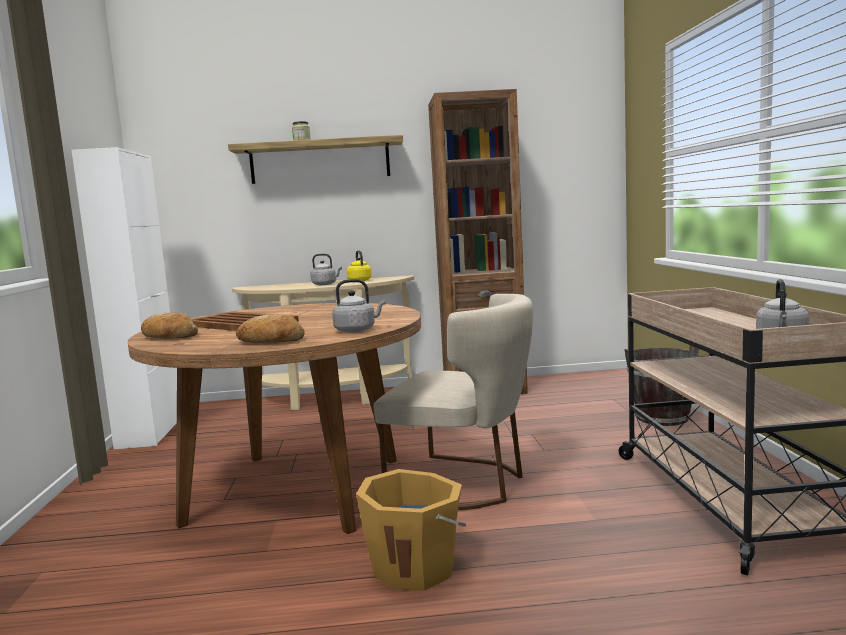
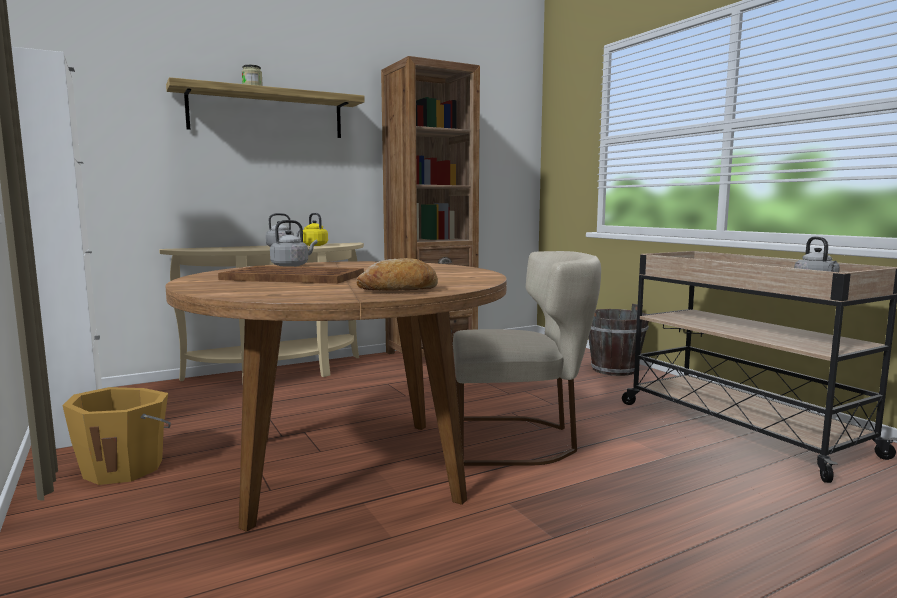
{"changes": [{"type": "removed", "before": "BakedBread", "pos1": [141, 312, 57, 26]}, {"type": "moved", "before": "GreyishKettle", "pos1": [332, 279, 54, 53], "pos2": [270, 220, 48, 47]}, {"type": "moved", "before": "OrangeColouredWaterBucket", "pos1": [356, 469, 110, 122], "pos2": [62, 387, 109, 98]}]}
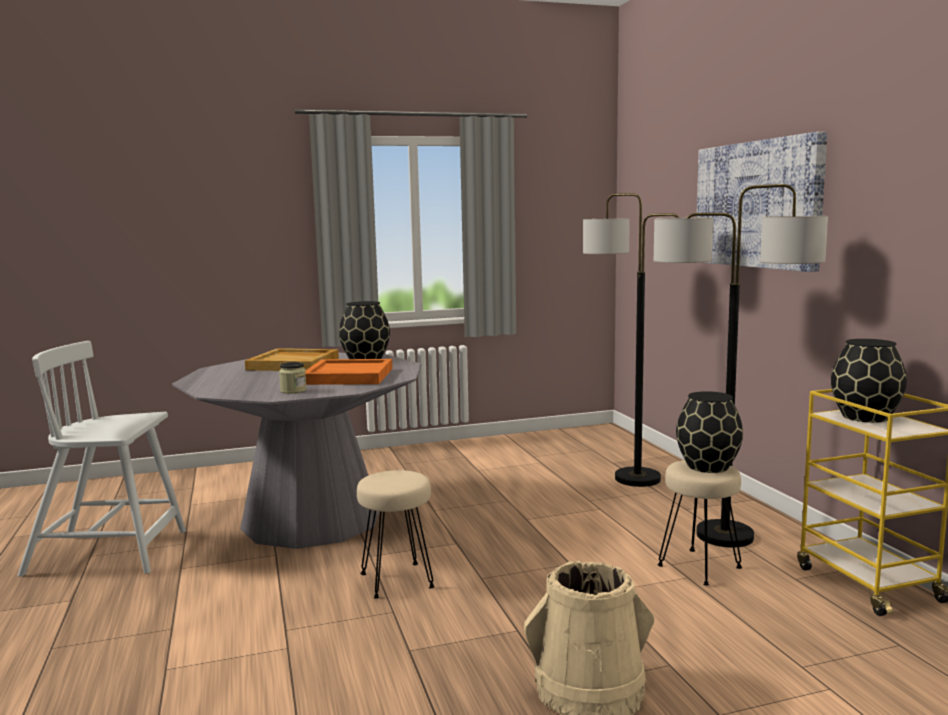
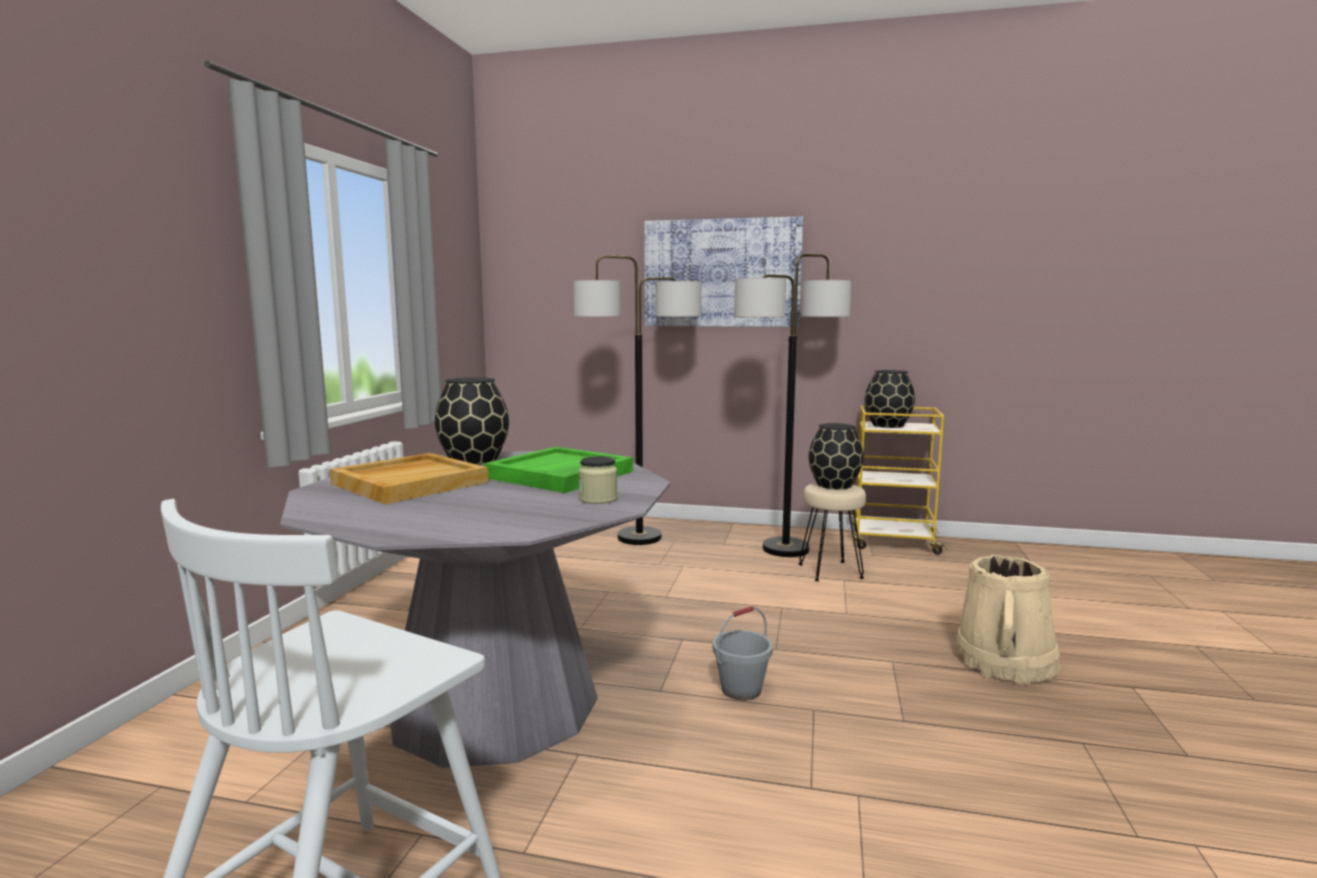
{"changes": [{"type": "recoloured", "before": "OrangeColouredTray", "after": "GreenTray", "pos1": [305, 359, 87, 26], "pos2": [484, 447, 149, 46]}, {"type": "replaced", "before": "BeigeStool", "after": "GreyishWaterBucket", "pos1": [357, 470, 78, 129], "pos2": [712, 606, 61, 95]}]}
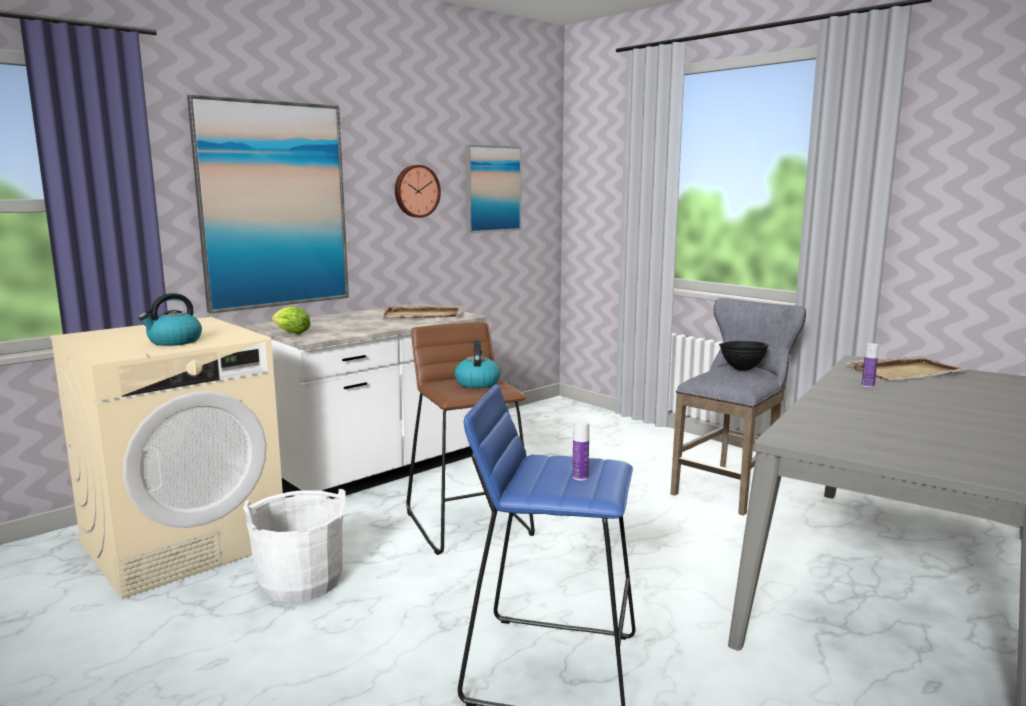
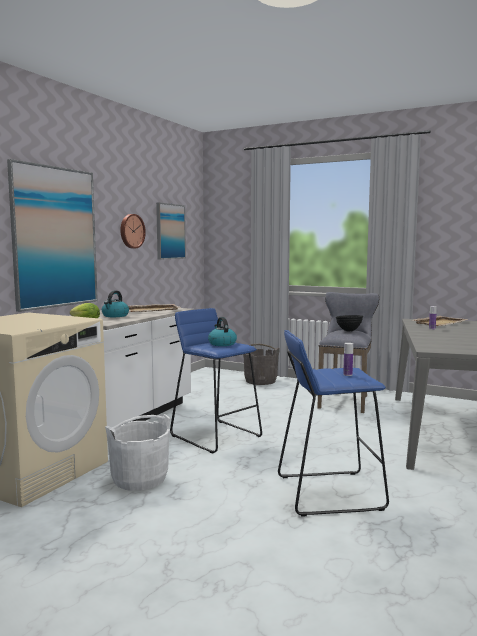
{"changes": [{"type": "moved", "before": "Kettle", "pos1": [138, 293, 64, 53], "pos2": [102, 291, 27, 26]}, {"type": "recoloured", "before": "BrownishStool", "after": "BlueColouredStool", "pos1": [406, 322, 129, 233], "pos2": [170, 308, 92, 146]}, {"type": "added", "after": "GreyishWaterBucket", "pos2": [243, 344, 37, 41]}]}
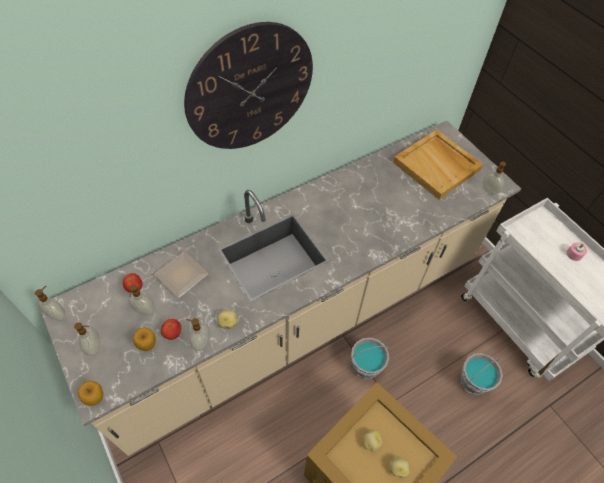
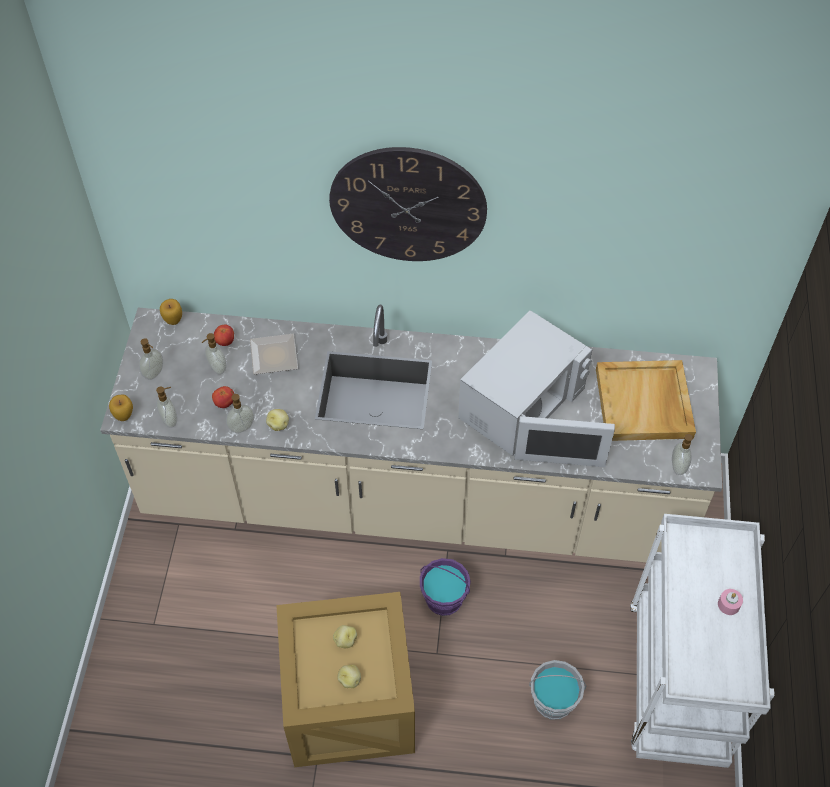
{"changes": [{"type": "moved", "before": "LiquidSoapBottle", "pos1": [35, 286, 31, 35], "pos2": [156, 386, 21, 42]}, {"type": "moved", "before": "Apple", "pos1": [133, 327, 23, 24], "pos2": [160, 299, 22, 26]}, {"type": "recoloured", "before": "GreyishWaterBucket", "after": "PurpleColouredWaterBucket", "pos1": [351, 338, 38, 41], "pos2": [420, 558, 51, 58]}, {"type": "added", "after": "WhiteColouredMicrowaveOven", "pos2": [458, 310, 157, 157]}]}
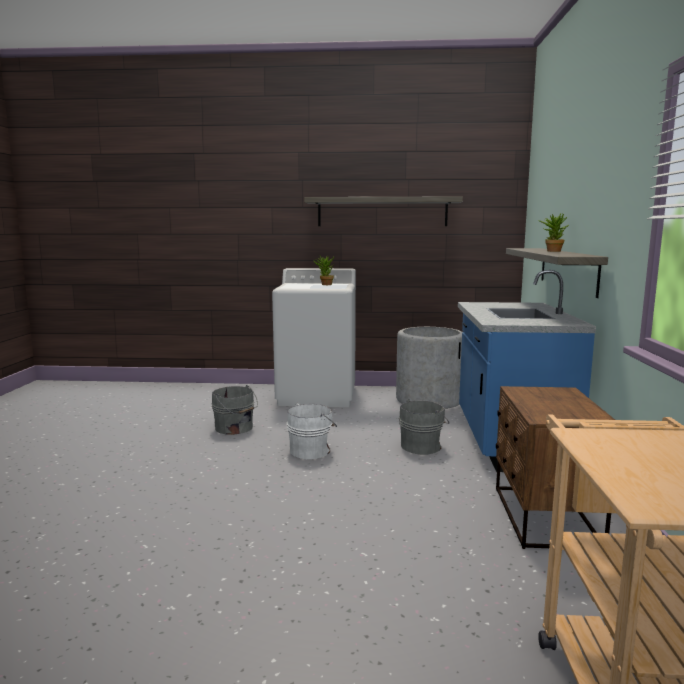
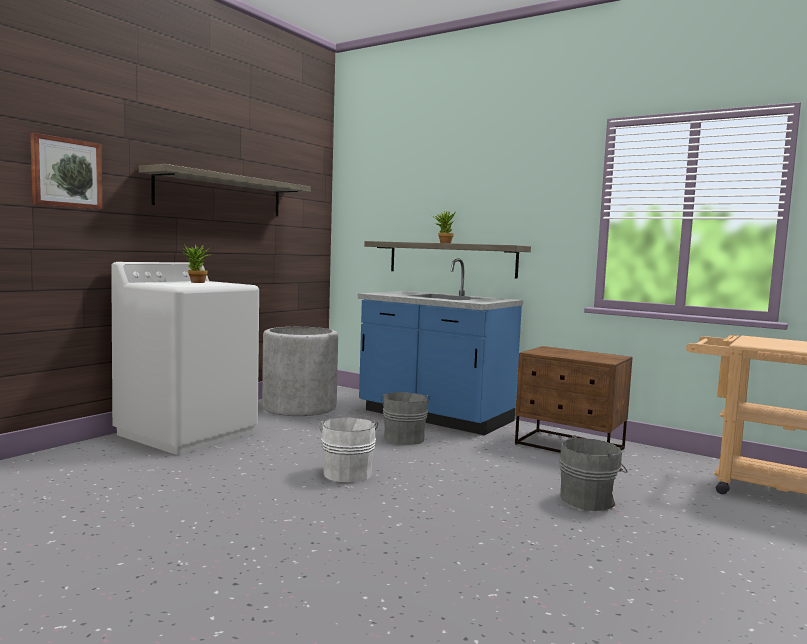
{"changes": [{"type": "moved", "before": "GreyishWaterBucket", "pos1": [212, 385, 46, 50], "pos2": [559, 435, 68, 76]}, {"type": "added", "after": "Picture", "pos2": [30, 133, 72, 76]}]}
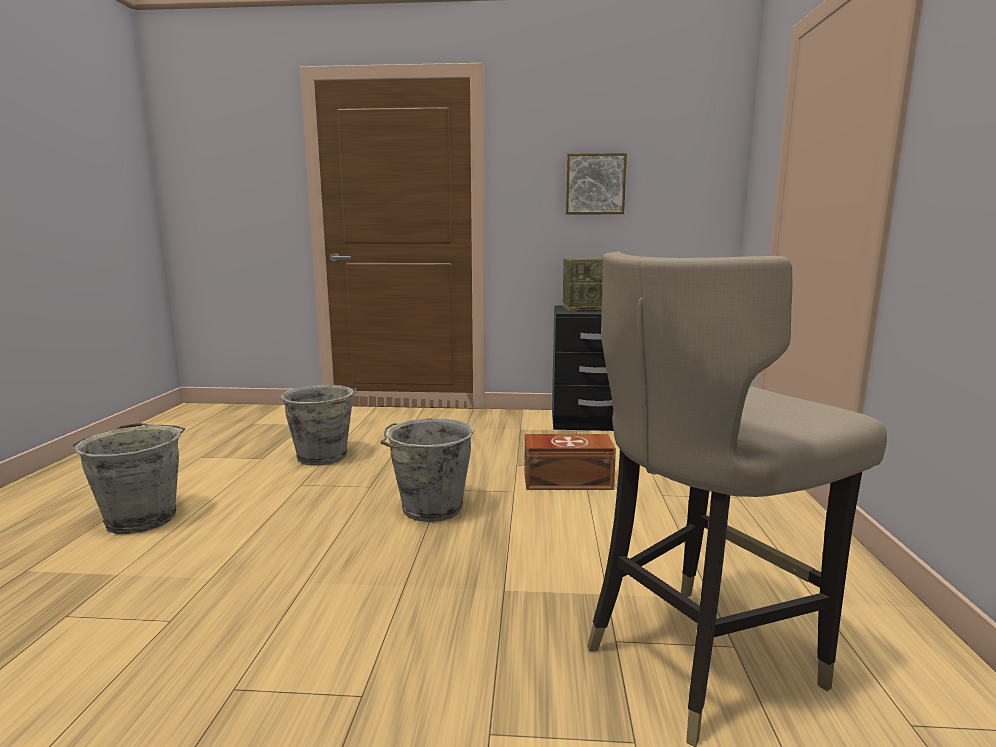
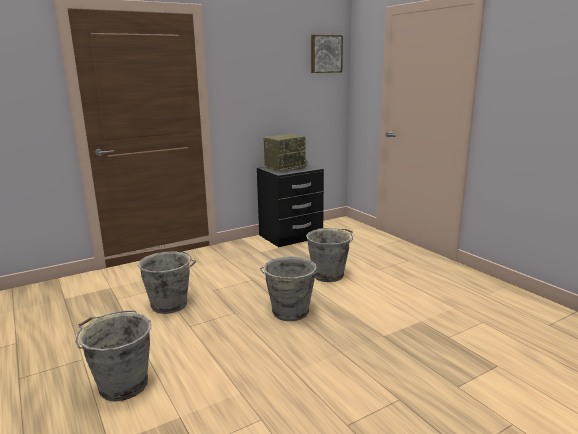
{"changes": [{"type": "replaced", "before": "BrownishStorageBox", "after": "GreyishWaterBucket", "pos1": [524, 434, 92, 56], "pos2": [306, 228, 47, 54]}, {"type": "moved", "before": "Picture", "pos1": [566, 153, 61, 61], "pos2": [311, 35, 32, 38]}, {"type": "removed", "before": "BeigeStool", "pos1": [587, 251, 300, 496]}]}
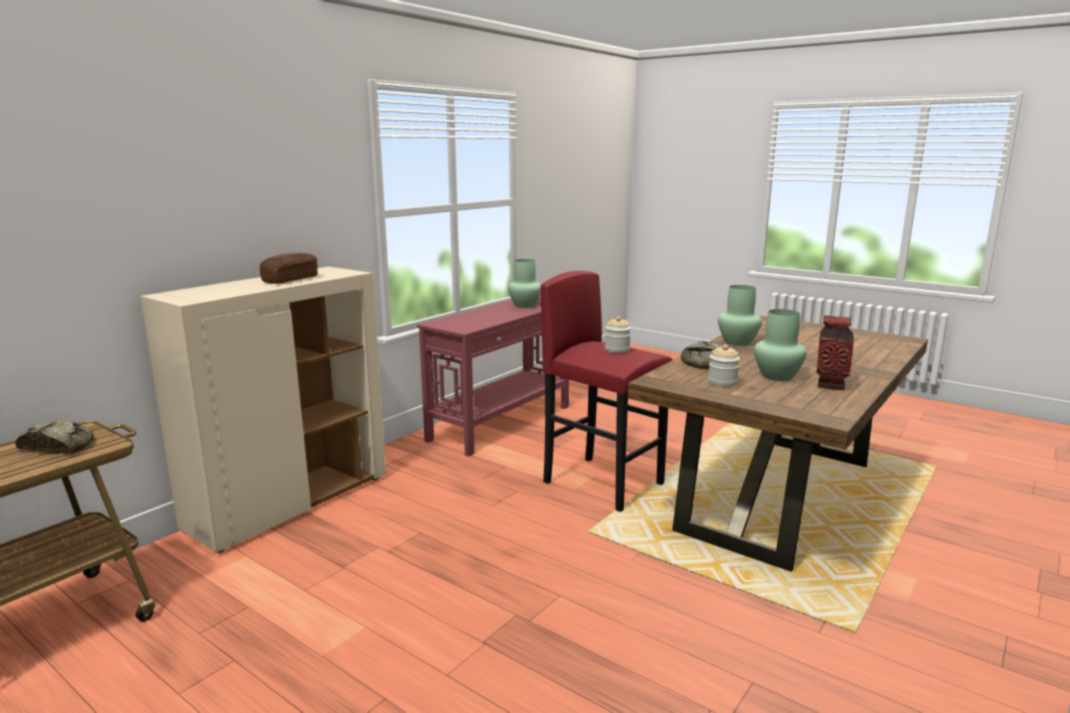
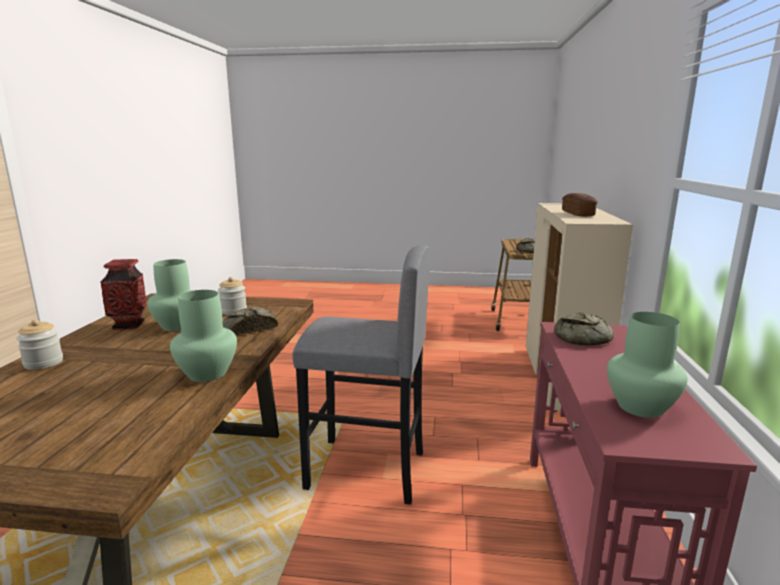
{"changes": [{"type": "recoloured", "before": "RedStool", "after": "GreyishStool", "pos1": [541, 271, 132, 241], "pos2": [292, 245, 139, 260]}, {"type": "moved", "before": "PreserveJar", "pos1": [605, 316, 26, 37], "pos2": [16, 319, 47, 51]}, {"type": "added", "after": "BakedBread", "pos2": [554, 312, 60, 33]}]}
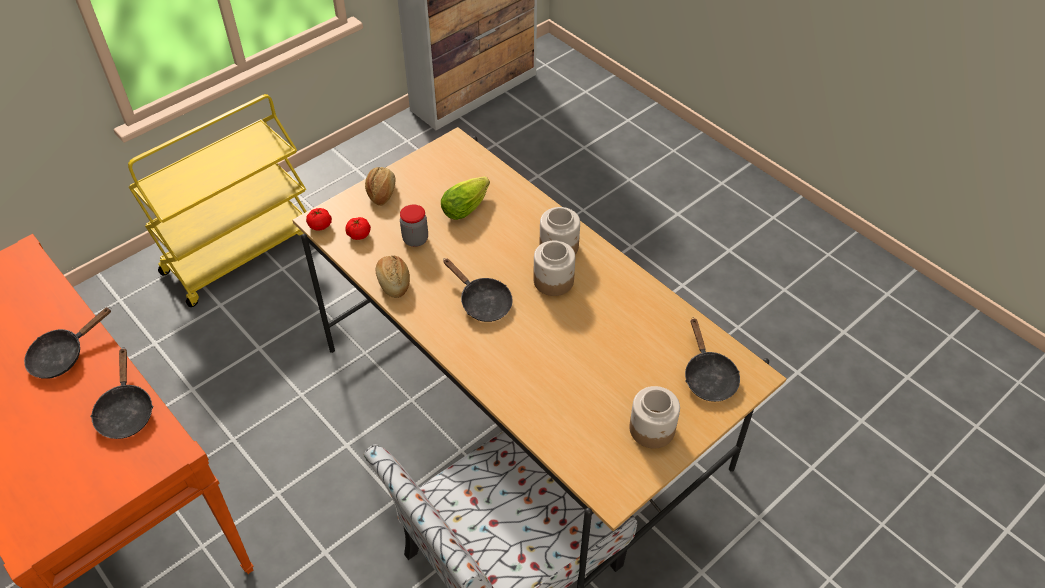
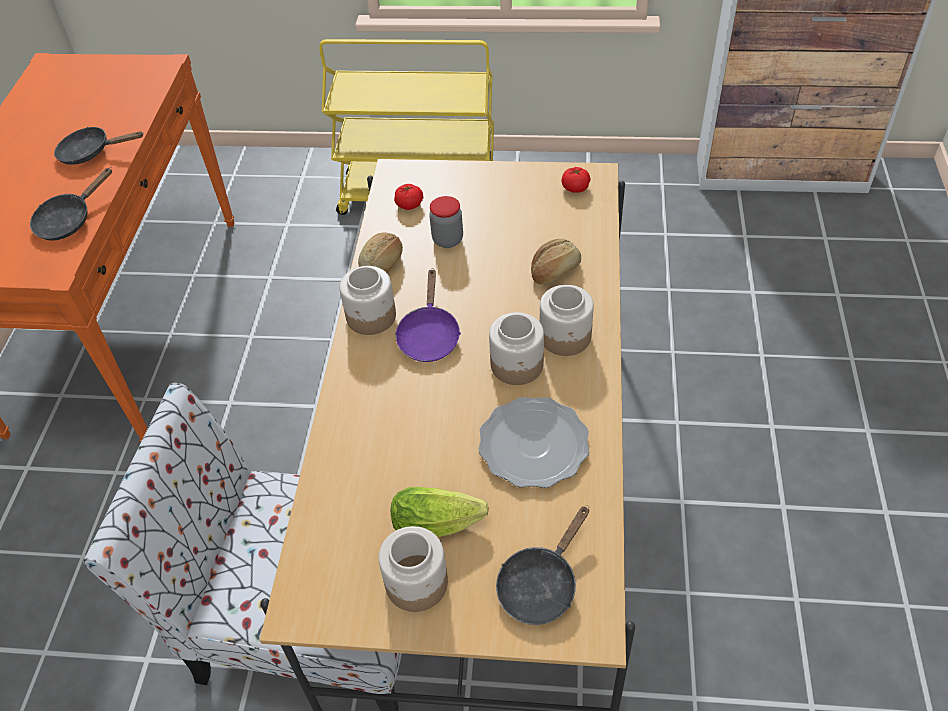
{"changes": [{"type": "moved", "before": "WholeTomato", "pos1": [306, 208, 26, 23], "pos2": [561, 167, 30, 26]}, {"type": "moved", "before": "BakedBread", "pos1": [365, 167, 31, 39], "pos2": [531, 239, 50, 46]}, {"type": "moved", "before": "Lettuce", "pos1": [441, 177, 49, 43], "pos2": [391, 487, 98, 50]}, {"type": "recoloured", "before": "BlackColouredPan", "after": "PurpleColouredPan", "pos1": [443, 258, 70, 64], "pos2": [394, 268, 67, 94]}, {"type": "added", "after": "PreserveJar", "pos2": [339, 266, 57, 69]}, {"type": "added", "after": "DinnerPlate", "pos2": [478, 397, 111, 91]}]}
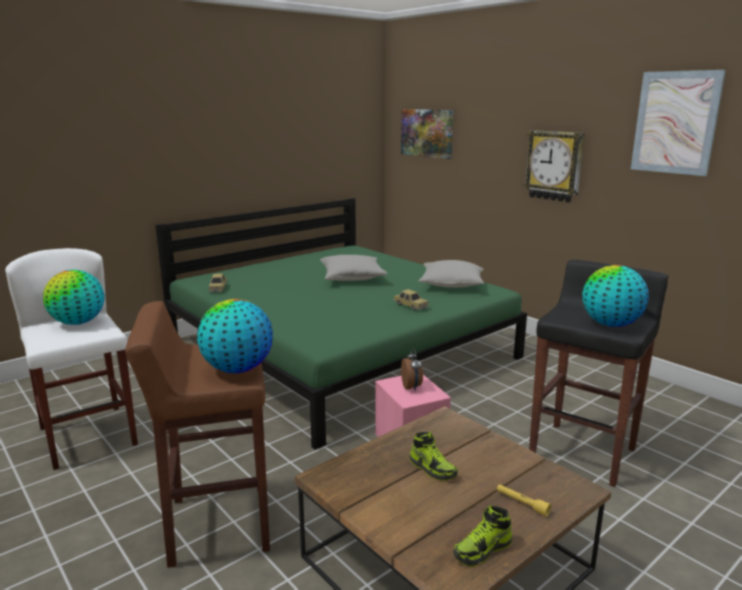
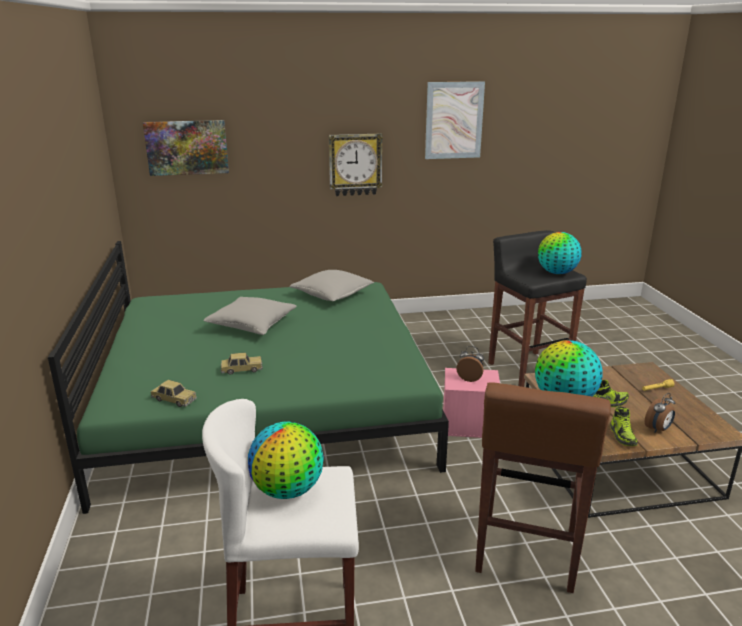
{"changes": [{"type": "moved", "before": "MiniatureCar", "pos1": [394, 289, 35, 21], "pos2": [220, 353, 43, 22]}, {"type": "moved", "before": "Shoe", "pos1": [453, 505, 59, 62], "pos2": [610, 406, 28, 40]}, {"type": "added", "after": "TableClock", "pos2": [645, 393, 30, 40]}]}
